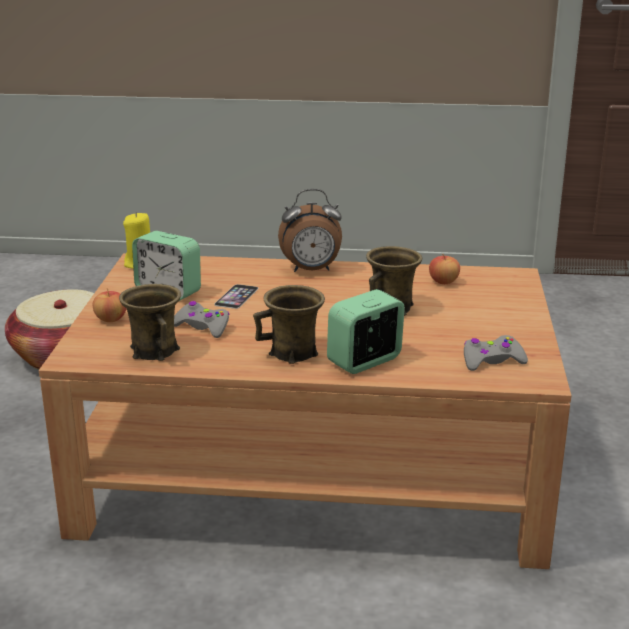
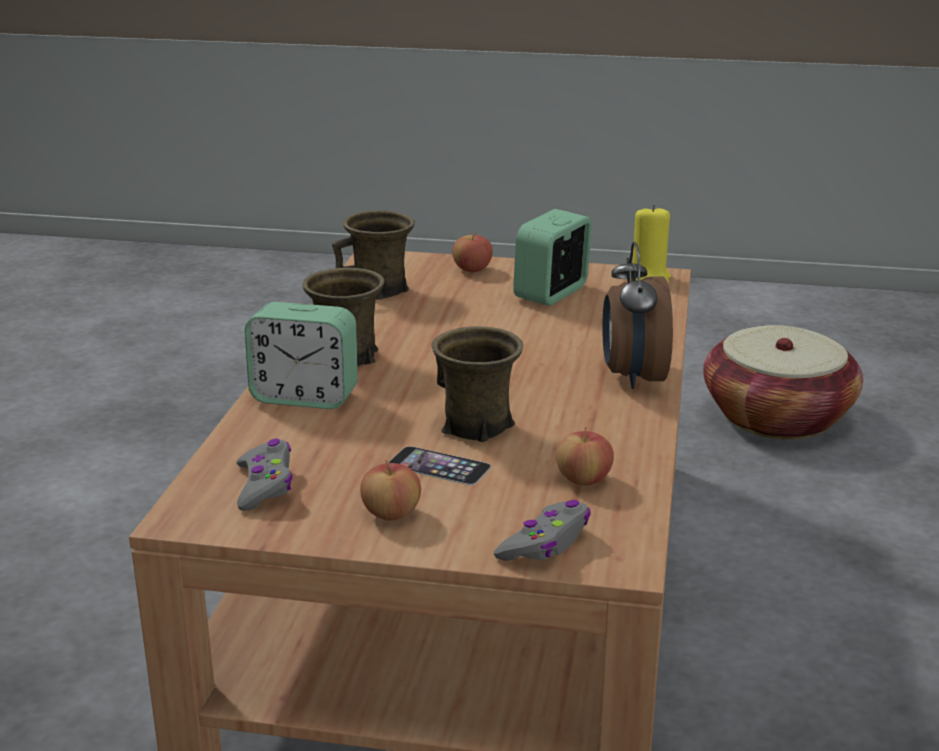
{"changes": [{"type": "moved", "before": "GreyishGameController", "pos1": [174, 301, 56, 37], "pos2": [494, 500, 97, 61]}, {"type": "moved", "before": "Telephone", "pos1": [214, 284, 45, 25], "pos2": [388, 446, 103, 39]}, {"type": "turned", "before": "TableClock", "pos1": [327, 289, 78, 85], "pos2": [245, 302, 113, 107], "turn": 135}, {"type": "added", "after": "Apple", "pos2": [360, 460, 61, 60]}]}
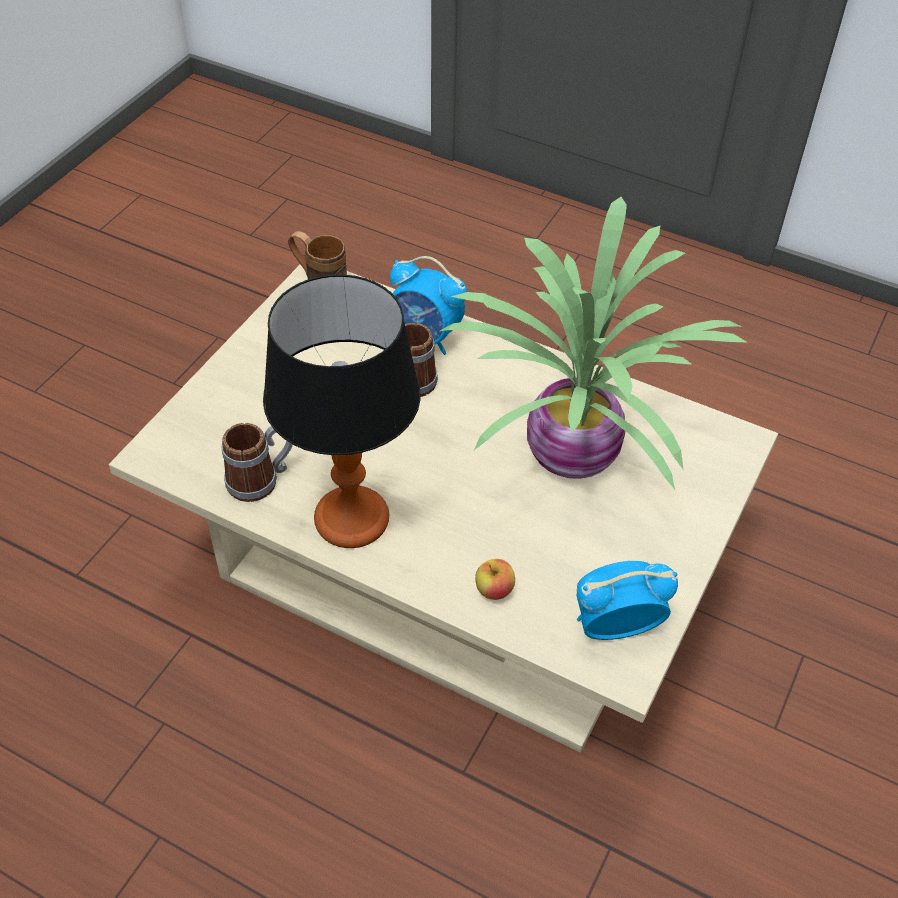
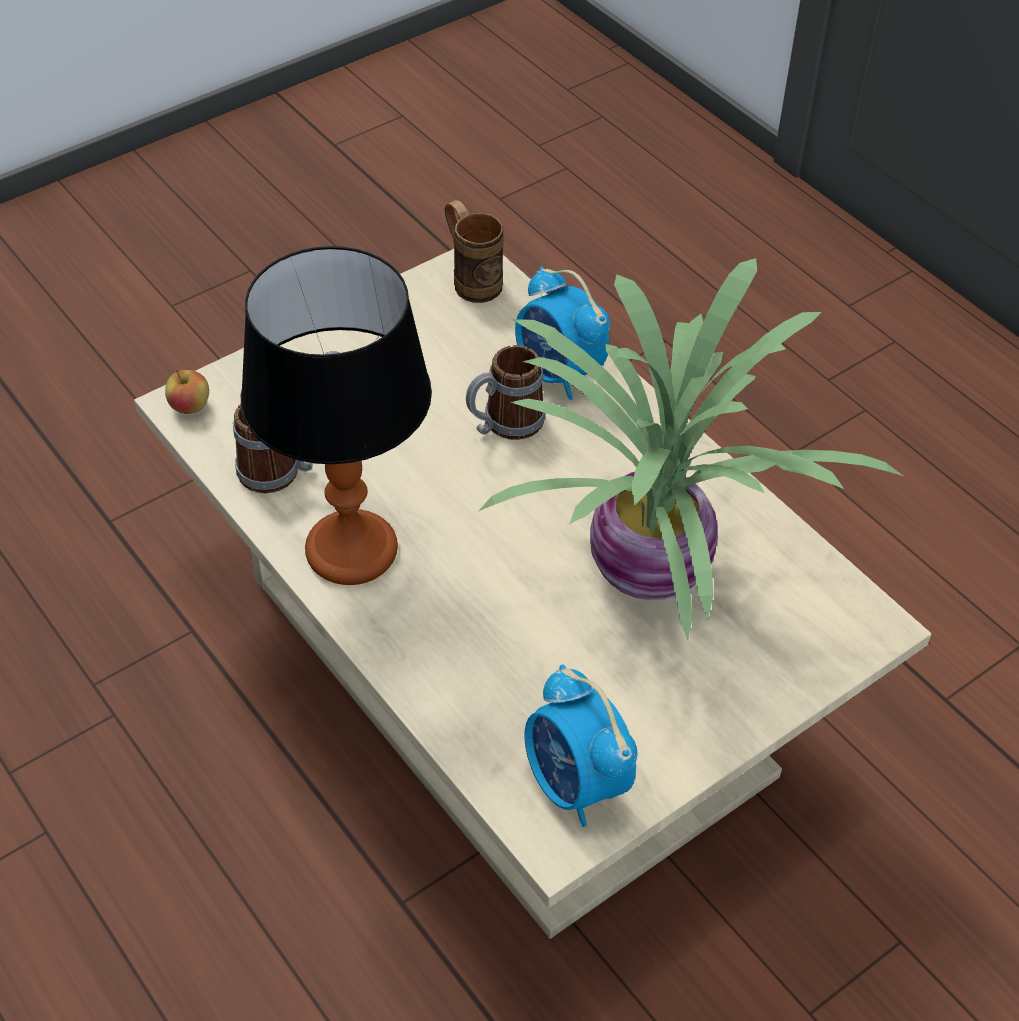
{"changes": [{"type": "moved", "before": "Apple", "pos1": [475, 559, 40, 41], "pos2": [165, 370, 44, 44]}, {"type": "turned", "before": "TableClock", "pos1": [576, 561, 102, 79], "pos2": [525, 665, 112, 162], "turn": -135}]}
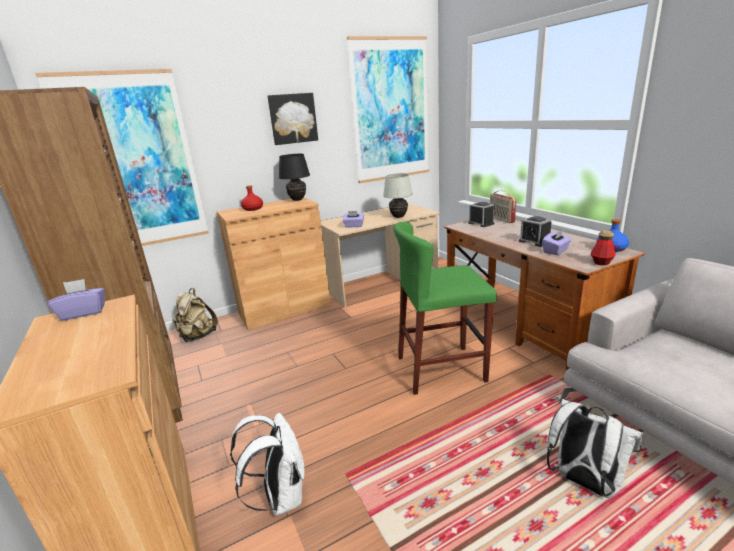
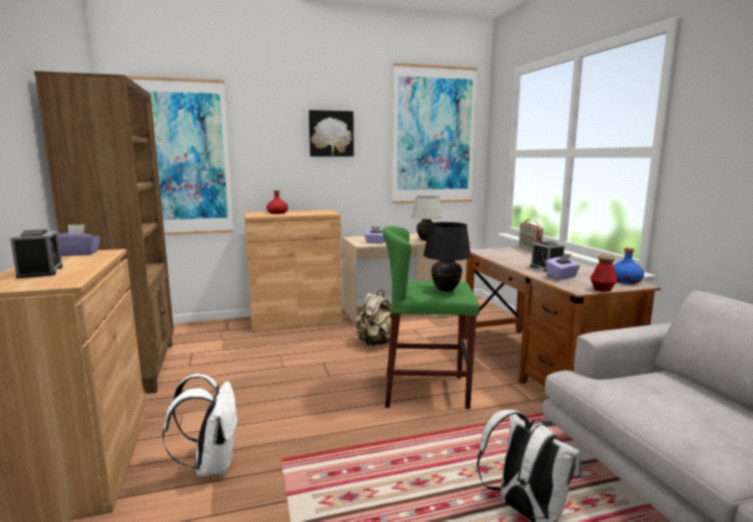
{"changes": [{"type": "moved", "before": "BeigeRucksack", "pos1": [172, 288, 46, 54], "pos2": [355, 290, 37, 56]}, {"type": "moved", "before": "BlackColouredTableLamp", "pos1": [279, 154, 31, 47], "pos2": [423, 222, 48, 70]}, {"type": "moved", "before": "TableClock", "pos1": [468, 202, 26, 25], "pos2": [10, 229, 53, 50]}]}
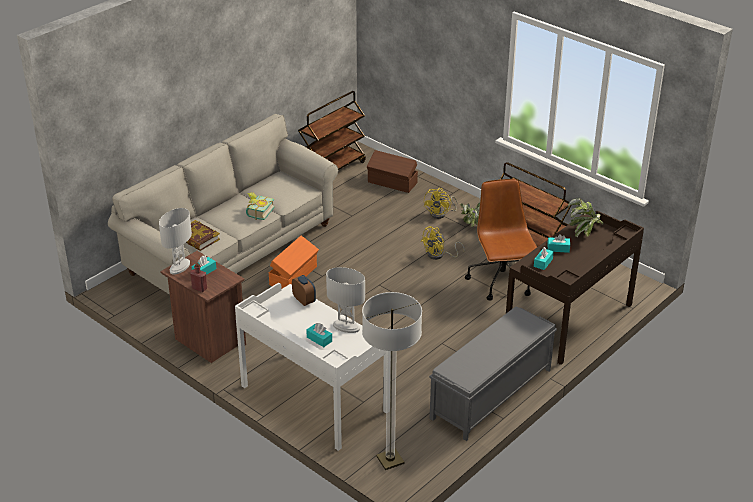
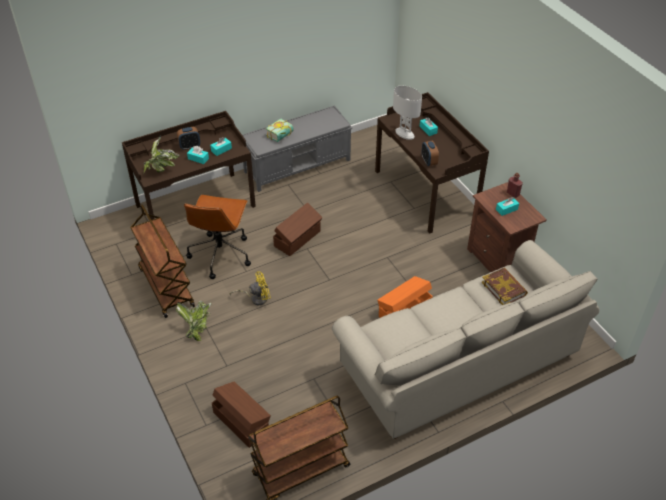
{"changes": [{"type": "removed", "before": "WhiteColouredTableLamp", "pos1": [159, 208, 33, 67]}, {"type": "recoloured", "before": "WhiteColouredDesk", "after": "BrownishDesk", "pos1": [235, 283, 152, 168], "pos2": [375, 92, 114, 142]}, {"type": "moved", "before": "Volume", "pos1": [246, 192, 29, 28], "pos2": [266, 119, 28, 23]}, {"type": "removed", "before": "StandardLamp", "pos1": [362, 292, 60, 178]}, {"type": "removed", "before": "YellowishElectricFan", "pos1": [424, 188, 34, 31]}, {"type": "added", "after": "TableClock", "pos2": [177, 127, 23, 23]}, {"type": "added", "after": "BrownishStorageBox", "pos2": [273, 203, 50, 53]}]}
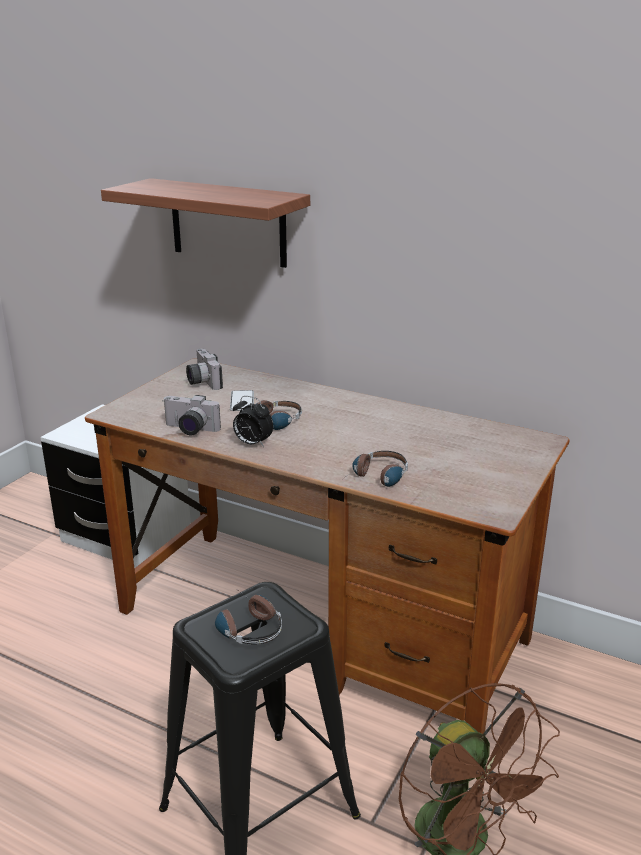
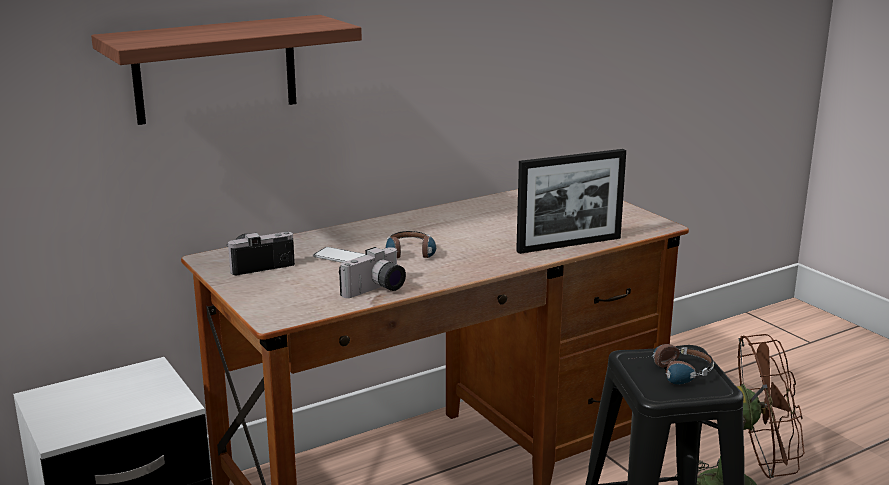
{"changes": [{"type": "turned", "before": "PhotoCamera", "pos1": [186, 349, 37, 41], "pos2": [226, 232, 69, 43], "turn": 150}, {"type": "removed", "before": "TableClock", "pos1": [233, 396, 40, 51]}, {"type": "replaced", "before": "Headset", "after": "PictureFrame", "pos1": [343, 451, 65, 36], "pos2": [516, 149, 110, 105]}]}
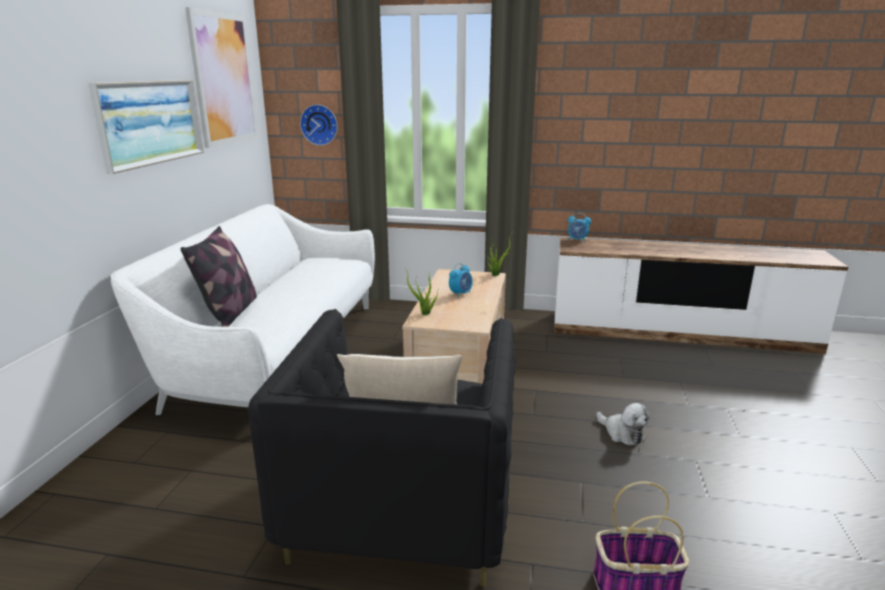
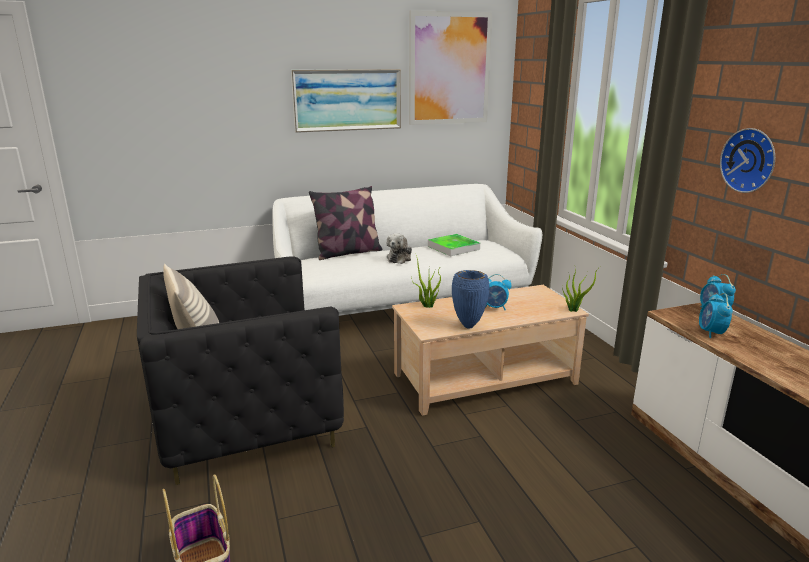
{"changes": [{"type": "moved", "before": "WallClock", "pos1": [300, 104, 38, 42], "pos2": [720, 128, 55, 65]}, {"type": "moved", "before": "SoftToy", "pos1": [596, 403, 54, 42], "pos2": [386, 233, 26, 31]}, {"type": "added", "after": "Tray", "pos2": [428, 234, 52, 22]}, {"type": "added", "after": "BlueColouredFlowerVase", "pos2": [452, 270, 37, 58]}, {"type": "added", "after": "TableClock", "pos2": [699, 293, 34, 45]}]}
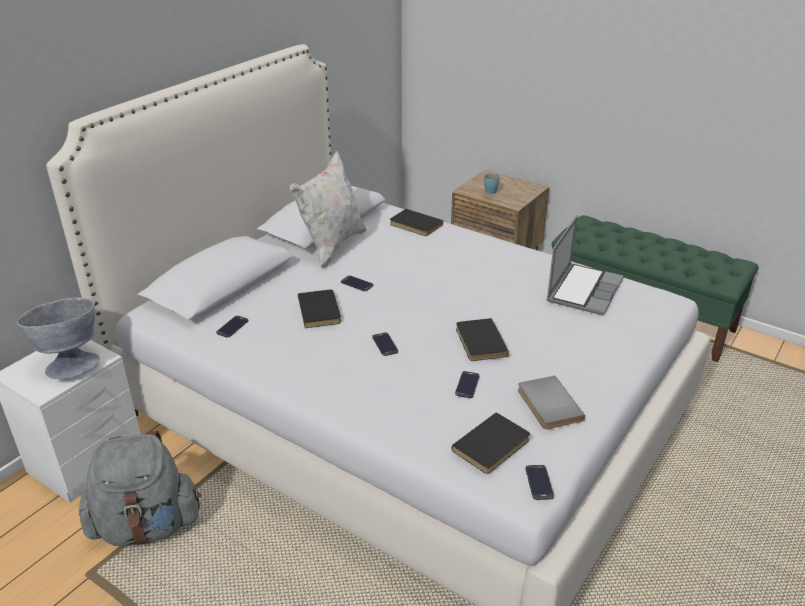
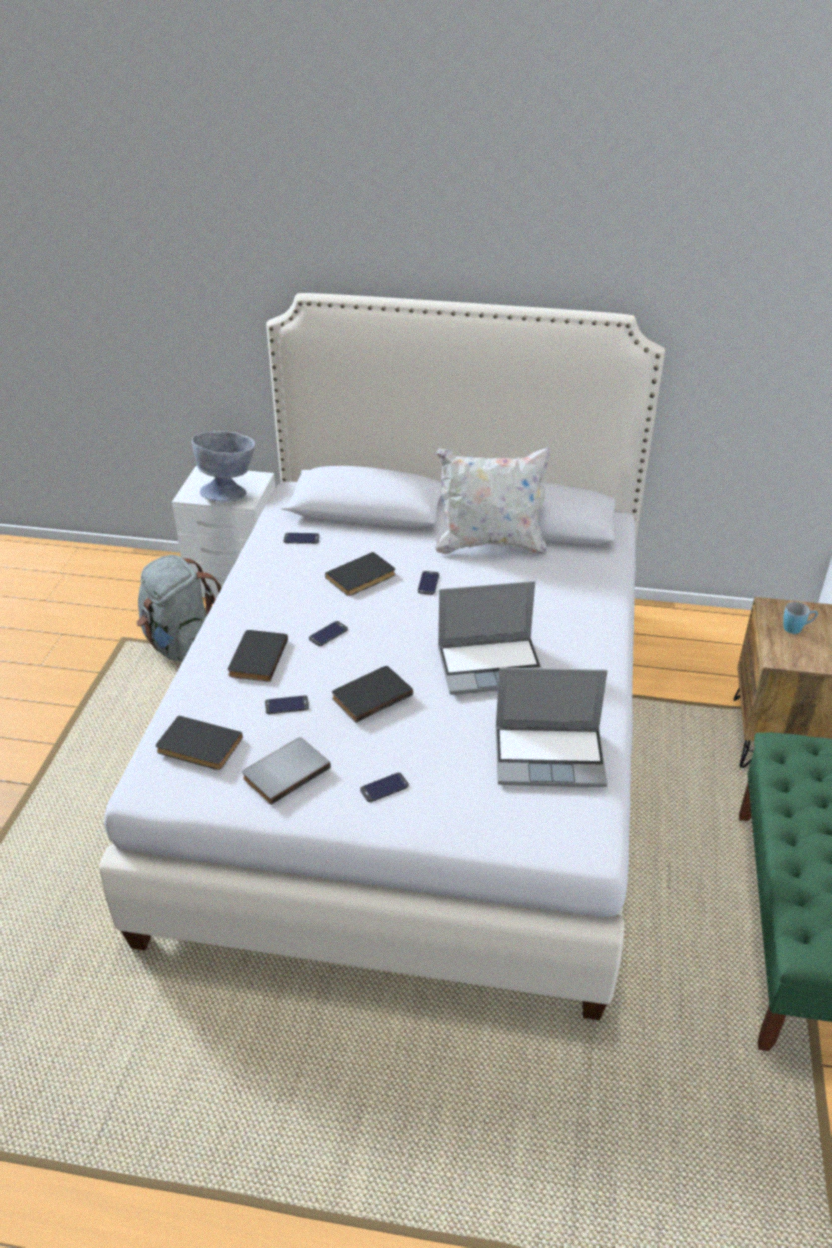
{"changes": [{"type": "moved", "before": "BlackColouredVolume", "pos1": [390, 209, 53, 27], "pos2": [228, 630, 60, 52]}, {"type": "moved", "before": "Telephone", "pos1": [525, 465, 29, 35], "pos2": [360, 773, 49, 29]}, {"type": "added", "after": "NotebookComputer", "pos2": [438, 581, 103, 114]}]}
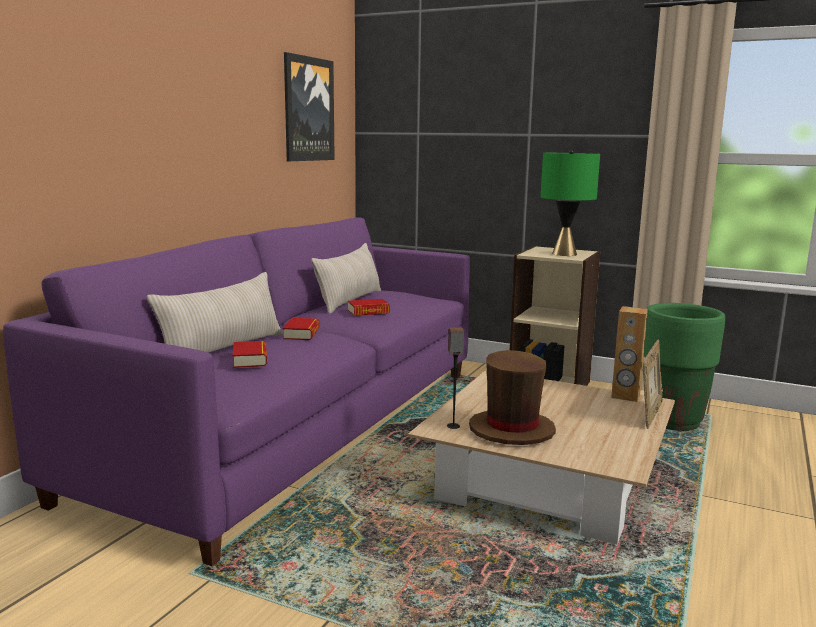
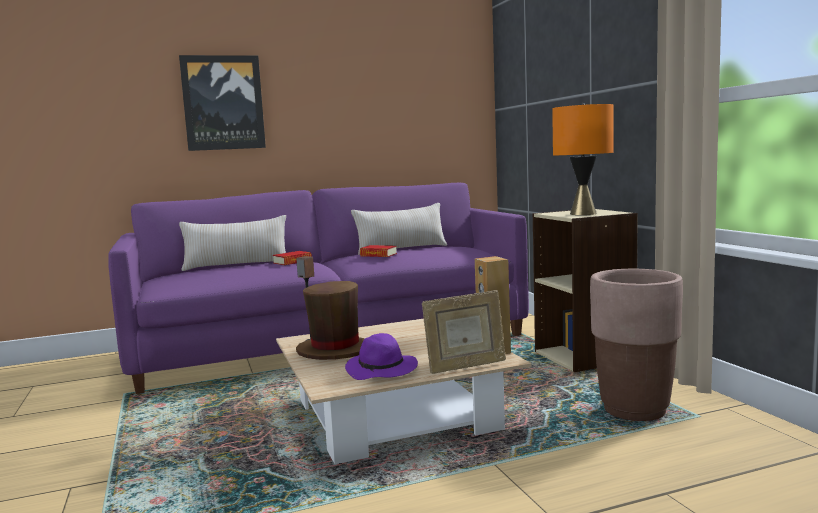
{"changes": [{"type": "removed", "before": "Volume", "pos1": [233, 341, 34, 27]}, {"type": "moved", "before": "Picture", "pos1": [284, 52, 51, 109], "pos2": [179, 55, 87, 96]}, {"type": "recoloured", "before": "GreenTableLamp", "after": "OrangeColouredTableLamp", "pos1": [540, 150, 60, 106], "pos2": [552, 103, 62, 112]}, {"type": "recoloured", "before": "GreenFlowerPot", "after": "BrownishFlowerPot", "pos1": [644, 303, 81, 128], "pos2": [590, 269, 93, 152]}, {"type": "added", "after": "PurpleColouredWearableHat", "pos2": [345, 333, 73, 47]}]}
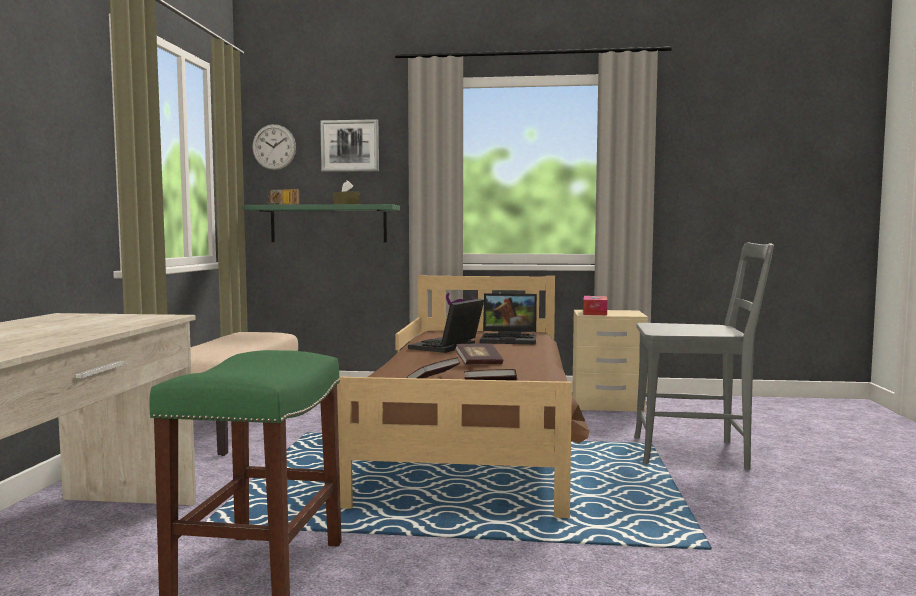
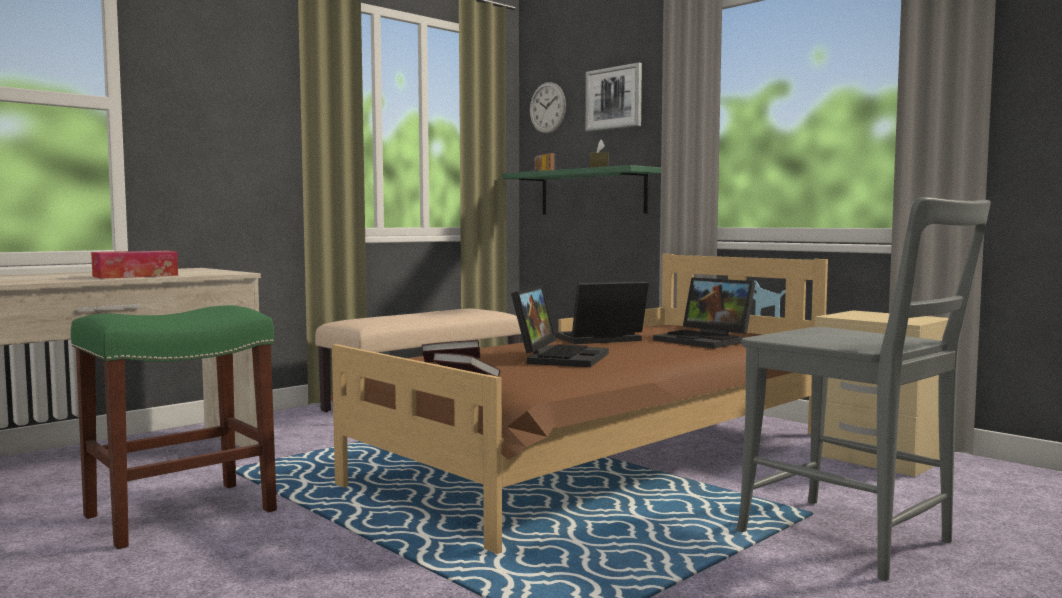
{"changes": [{"type": "replaced", "before": "Volume", "after": "NotebookComputer", "pos1": [455, 344, 48, 21], "pos2": [511, 285, 98, 82]}, {"type": "moved", "before": "BoxOfTissues", "pos1": [583, 296, 24, 19], "pos2": [91, 251, 87, 28]}]}
